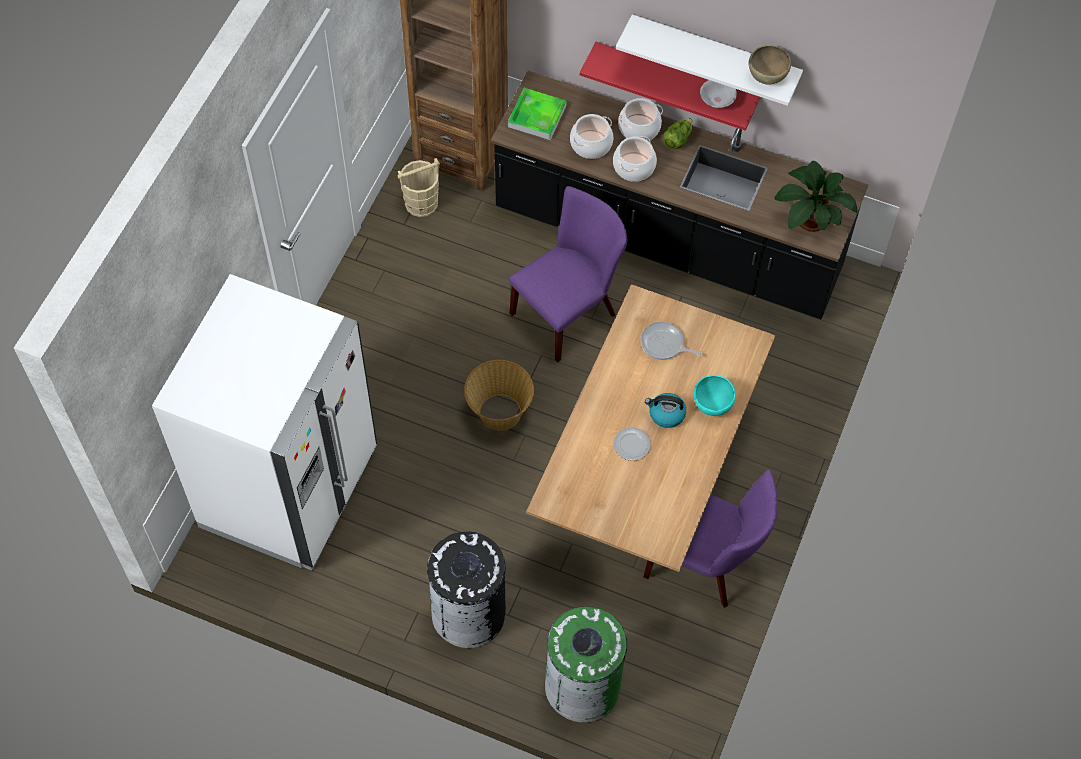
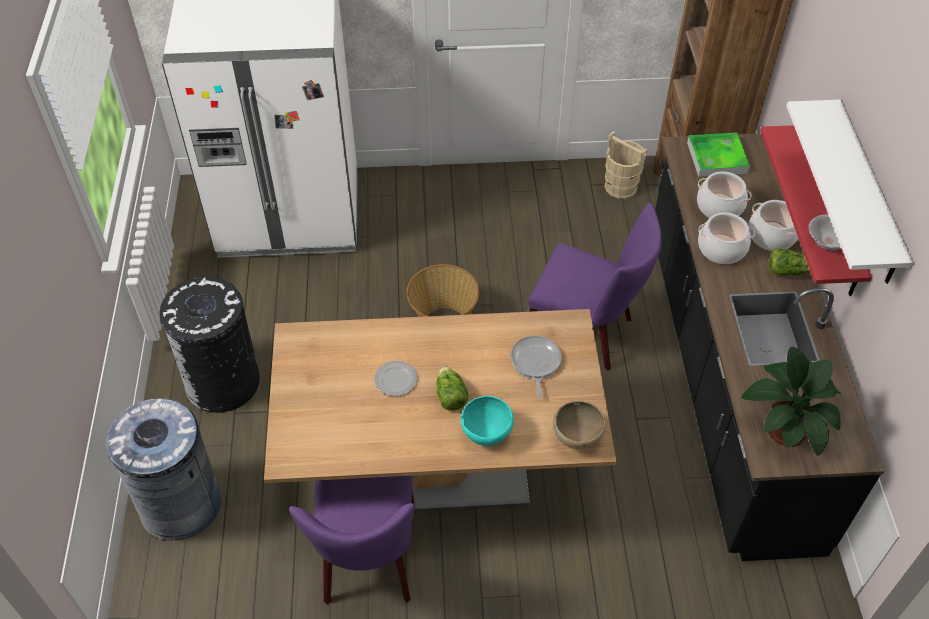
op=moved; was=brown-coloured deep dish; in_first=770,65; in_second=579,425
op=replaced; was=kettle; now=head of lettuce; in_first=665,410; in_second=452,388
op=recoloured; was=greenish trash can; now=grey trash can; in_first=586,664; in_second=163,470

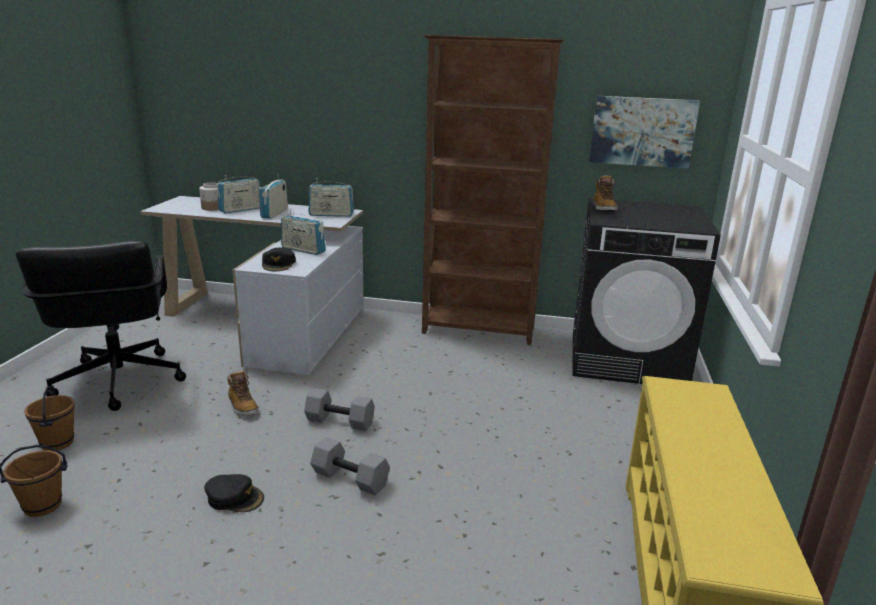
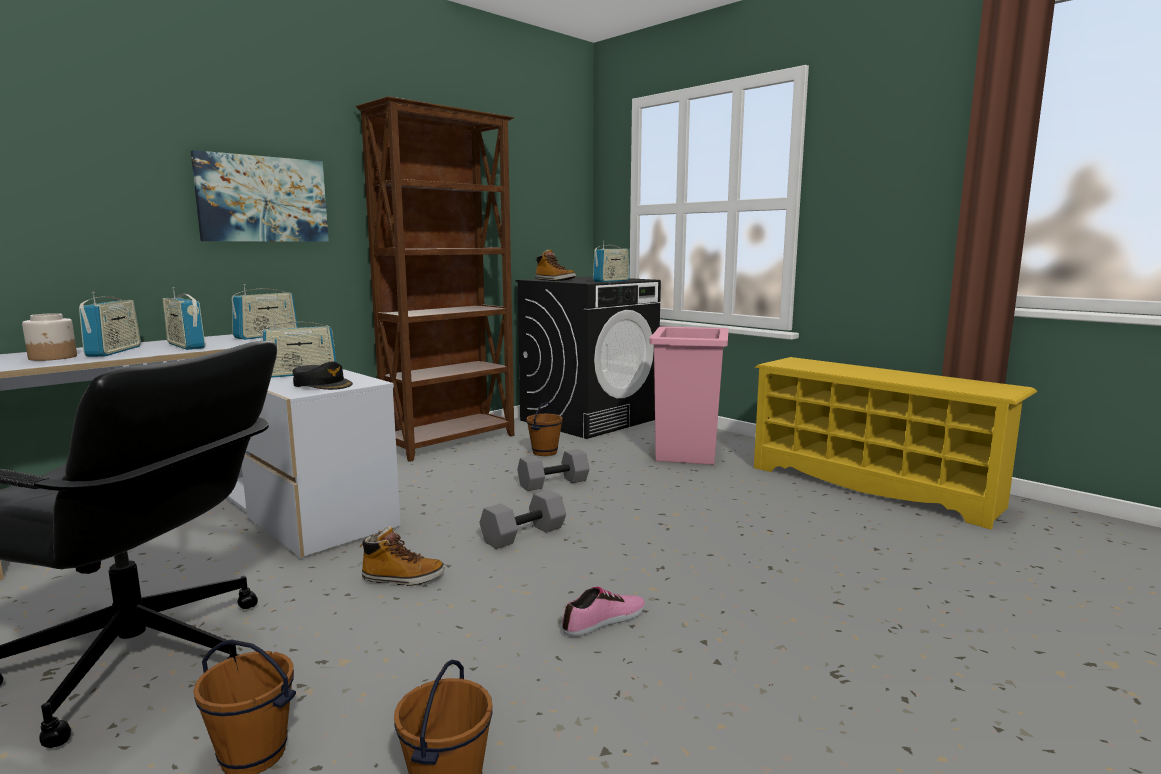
op=added; now=brown-coloured water bucket; in_second=544,429
op=added; now=radio receiver; in_second=611,261
op=added; now=pink-coloured trash can; in_second=688,395
op=moved; was=grey dumbbell; in_first=350,466; in_second=553,470
op=moved; was=wall picture; in_first=644,132; in_second=260,196
op=replaced; was=black-coloured baseball cap; now=shoe; in_first=234,493; in_second=604,612

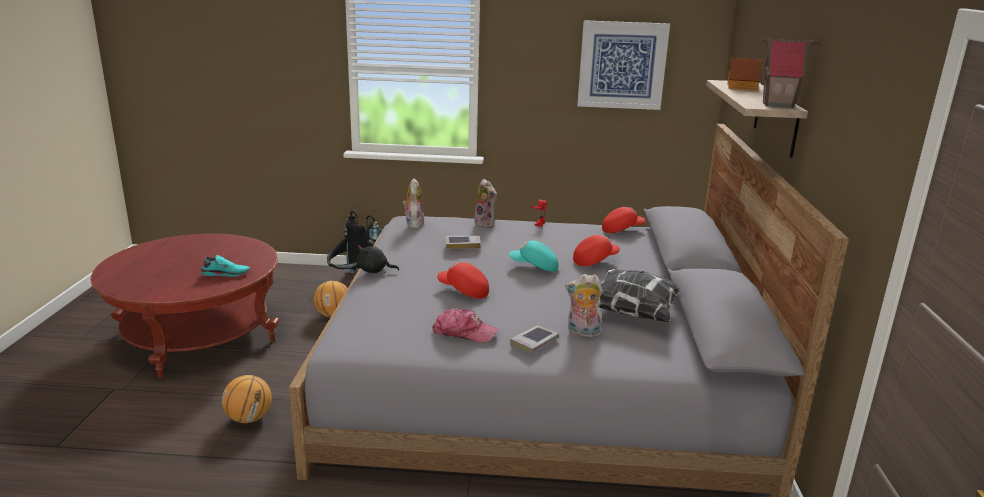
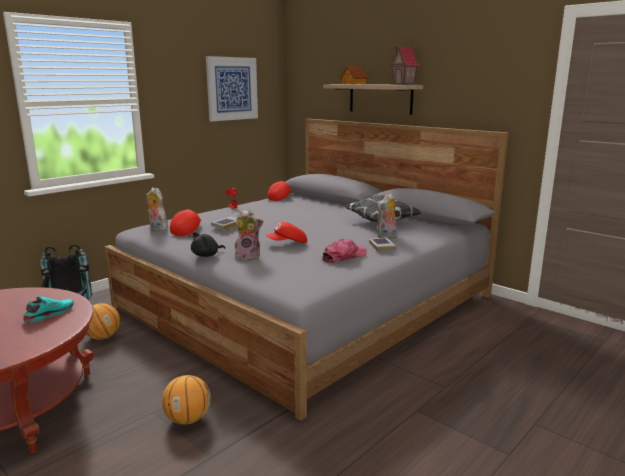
op=removed; was=blue-green baseball cap; in_first=533,256
op=moved; was=plush toy; in_first=485,203; in_second=249,235
op=moved; was=red-coloured baseball cap; in_first=596,250; in_second=185,222

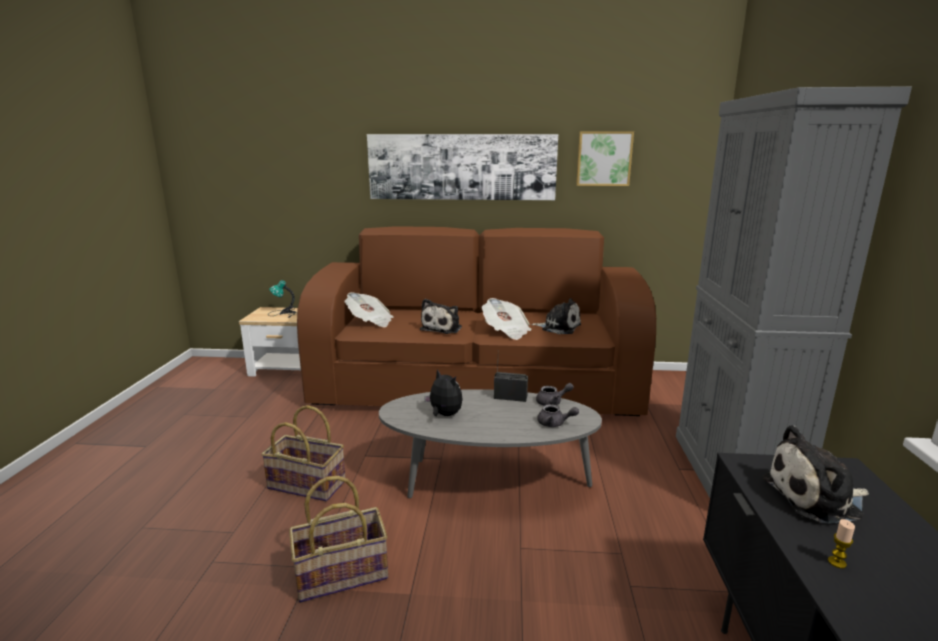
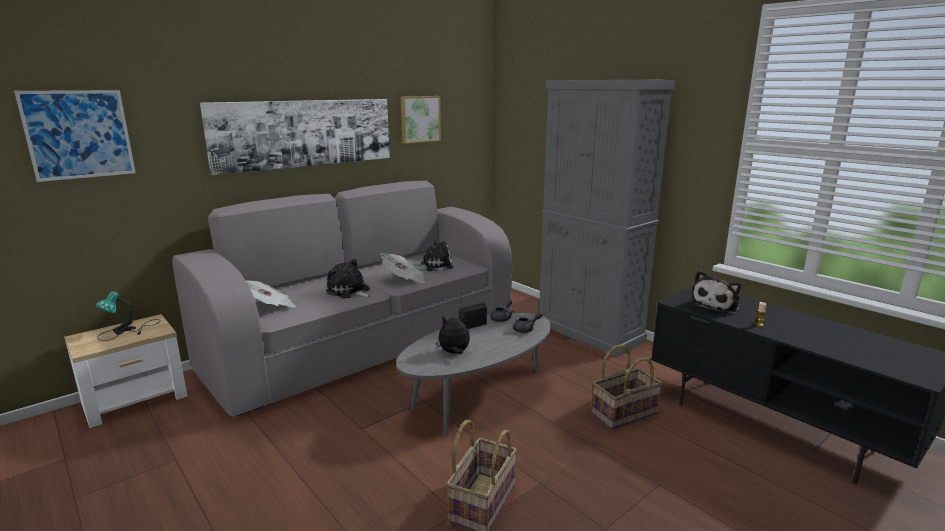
op=added; now=wall picture; in_second=75,136
op=moved; was=storage basket; in_first=303,453; in_second=626,386
op=recoloured; was=brown-coloured settee; now=grey settee; in_first=476,321; in_second=342,299
op=turned; was=plush toy; in_first=441,316; in_second=349,278; clockwise=150

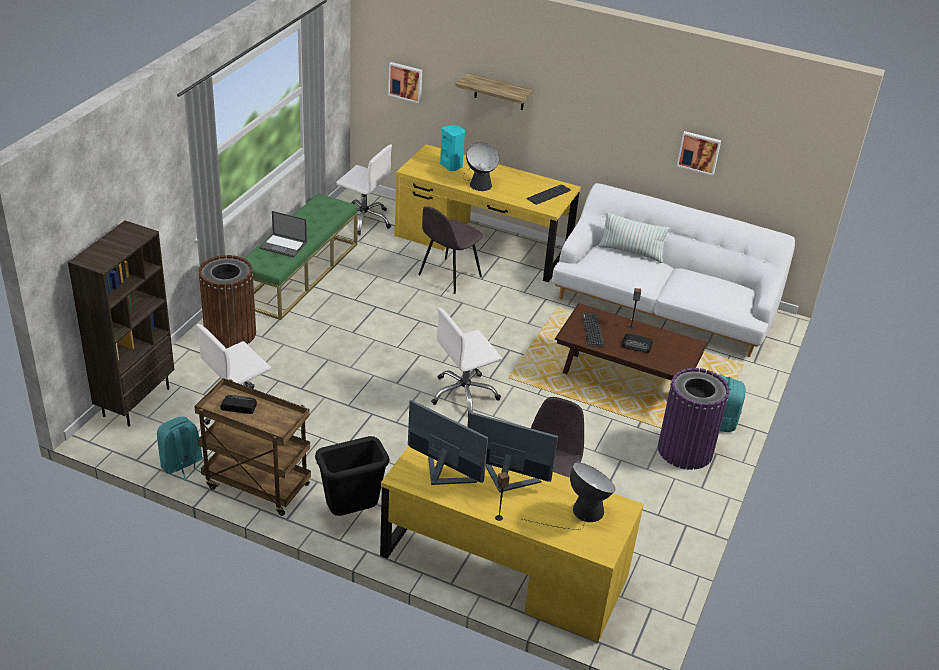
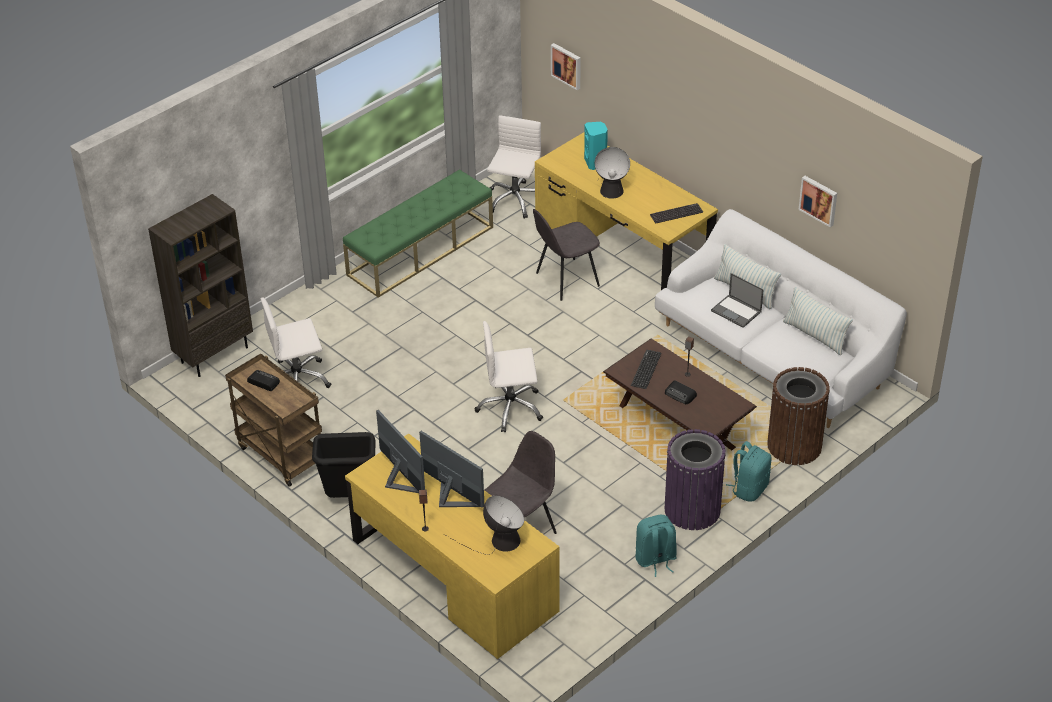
op=removed; was=wall shelf; in_first=494,91
op=added; now=cushion; in_second=818,321
op=moved; was=blue-green knapsack; in_first=180,448; in_second=656,546
op=moved; was=brown-coloured trash can; in_first=227,302; in_second=798,416
op=moved; was=notebook computer; in_first=283,234; in_second=737,300
op=turned; was=white-coloured office chair; in_first=364,189; in_second=514,167; clockwise=-120

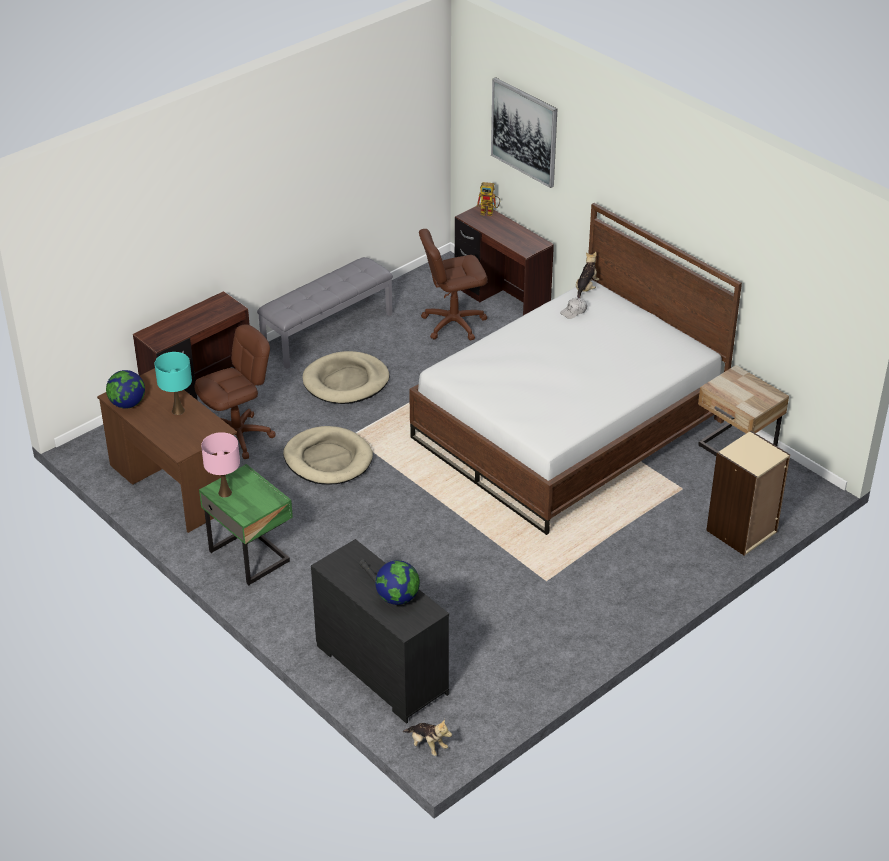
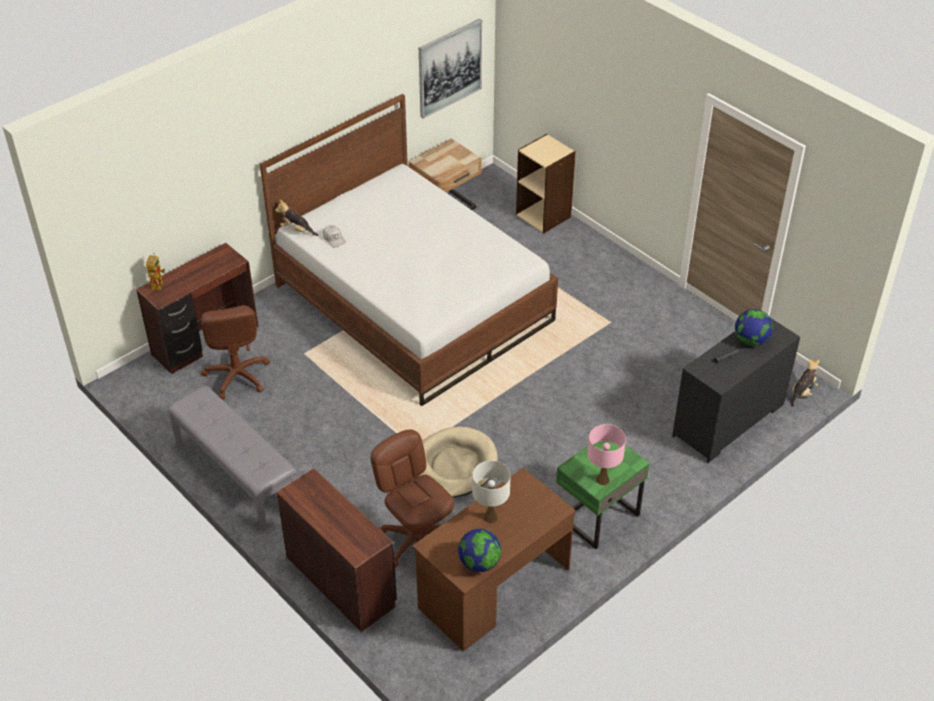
op=removed; was=beige-coloured pet bed; in_first=346,377
op=moved; was=wall picture; in_first=524,132; in_second=450,69
op=recoloured; was=blue-green tabletop lamp; now=white-coloured tabletop lamp; in_first=173,383; in_second=491,492

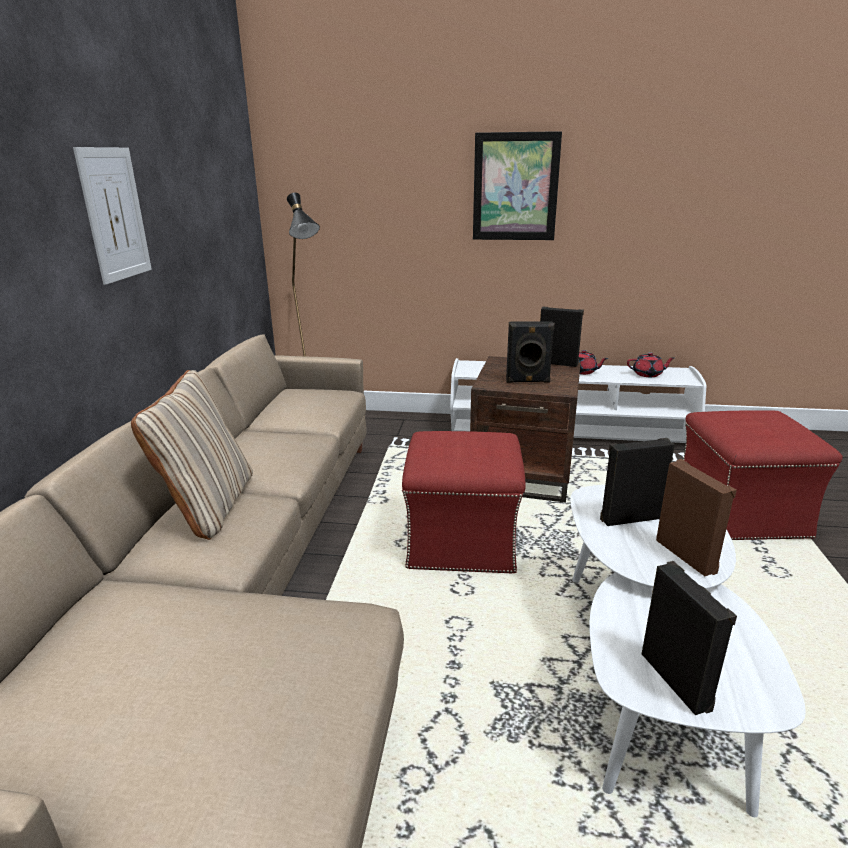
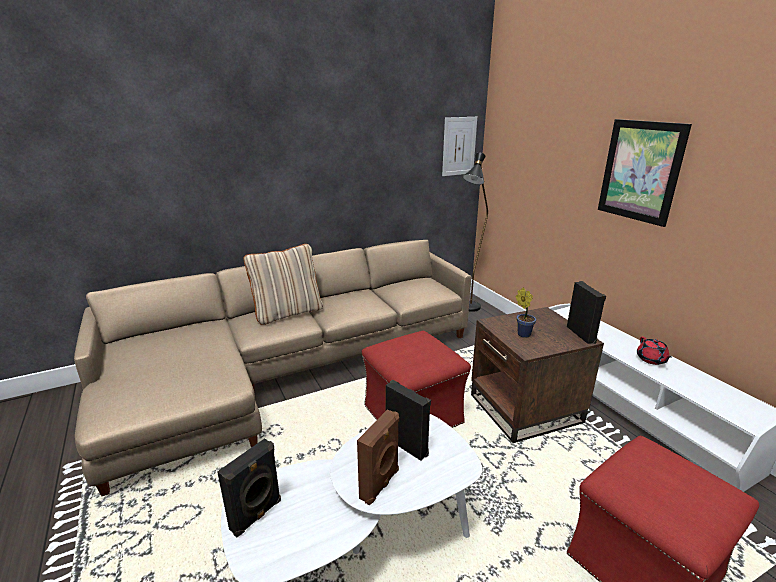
op=removed; was=red-coloured tea pot; in_first=650,364
op=moved; was=wall picture; in_first=112,216; in_second=459,146
op=replaced; was=black-coloured audio speaker; now=potted plant; in_first=530,352; in_second=526,313

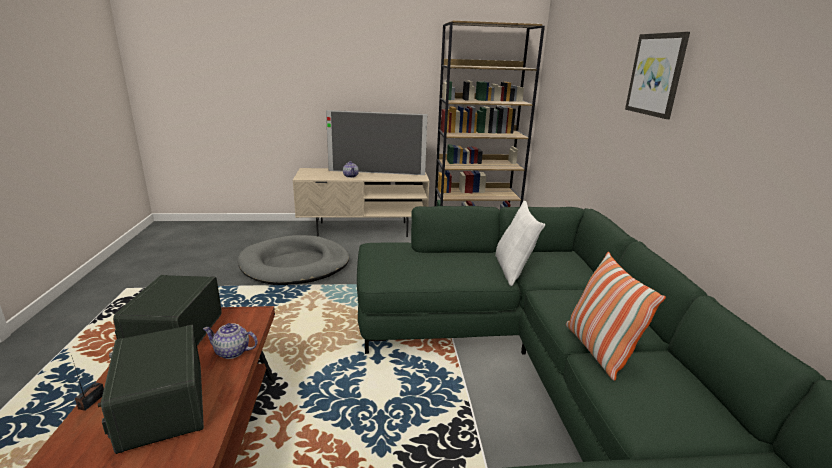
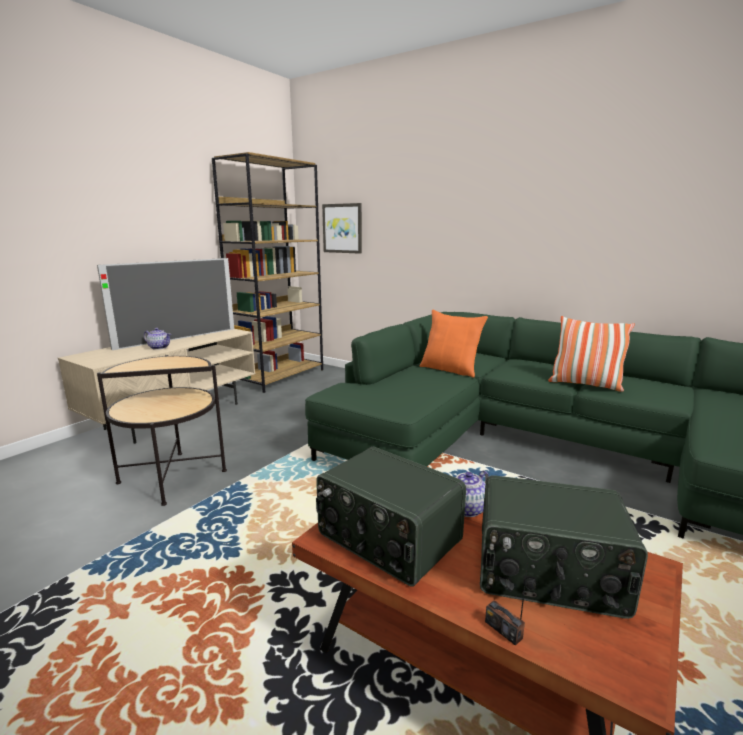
op=moved; was=wall picture; in_first=657,75; in_second=342,228
op=replaced; was=grey pet bed; now=side table; in_first=293,260; in_second=162,430
op=recoloured; was=white-coloured cushion; now=orangey cushion; in_first=520,243; in_second=454,344

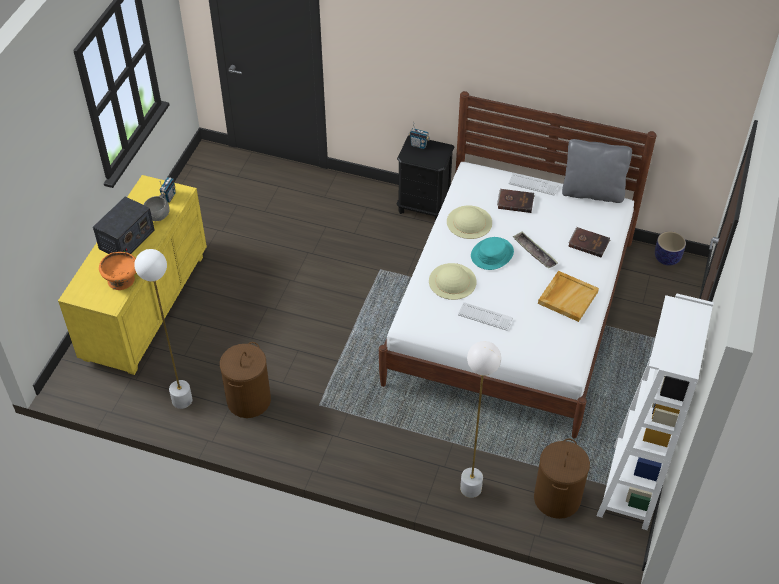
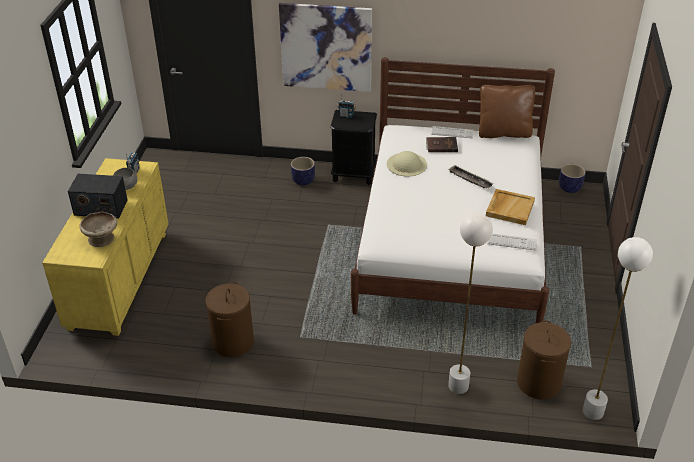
op=removed; was=beige-coloured wearable hat; in_first=452,281
op=removed; was=blue-green wearable hat; in_first=492,253
op=removed; was=brown-coloured book; in_first=589,242
op=removed; was=white-coloured shelving unit; in_first=655,412
op=added; now=wall picture; in_second=325,47
op=added; now=plant pot; in_second=303,171
op=moved; was=white-coloured standing lamp; in_first=163,329; in_second=618,328
op=moved; was=keyboard; in_first=485,316; in_second=512,242
op=recoloured; was=orangey deep dish; now=beige-coloured deep dish; in_first=117,271; in_second=98,229
op=recoloured; was=grey cushion; now=brown-coloured cushion; in_first=597,171; in_second=507,111
op=turned; was=radio receiver; in_first=124,225; in_second=98,196; clockwise=75

